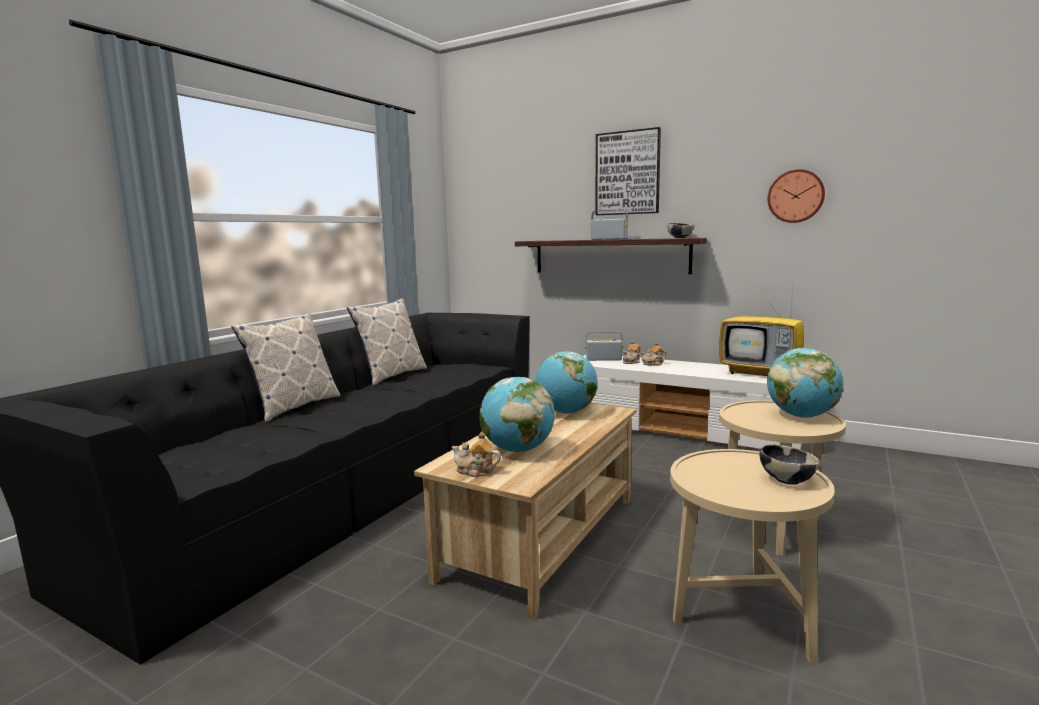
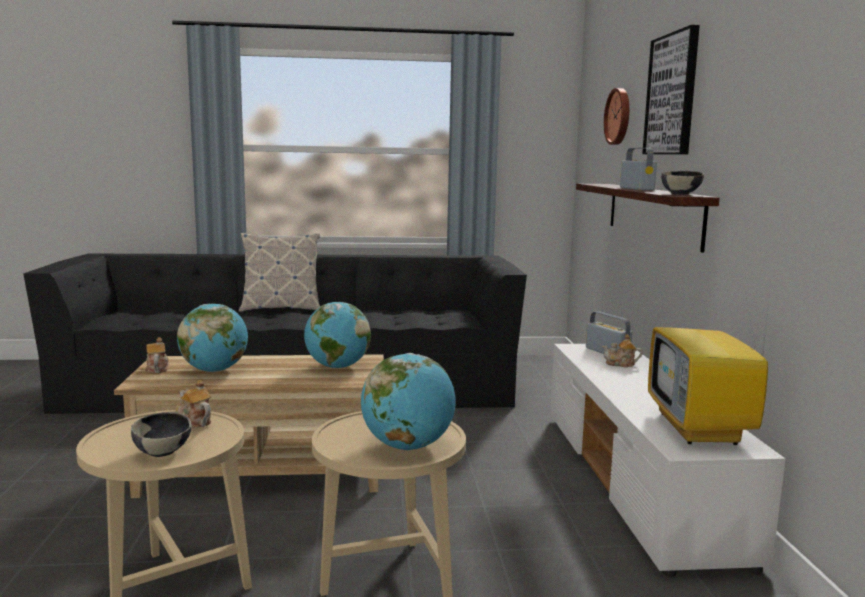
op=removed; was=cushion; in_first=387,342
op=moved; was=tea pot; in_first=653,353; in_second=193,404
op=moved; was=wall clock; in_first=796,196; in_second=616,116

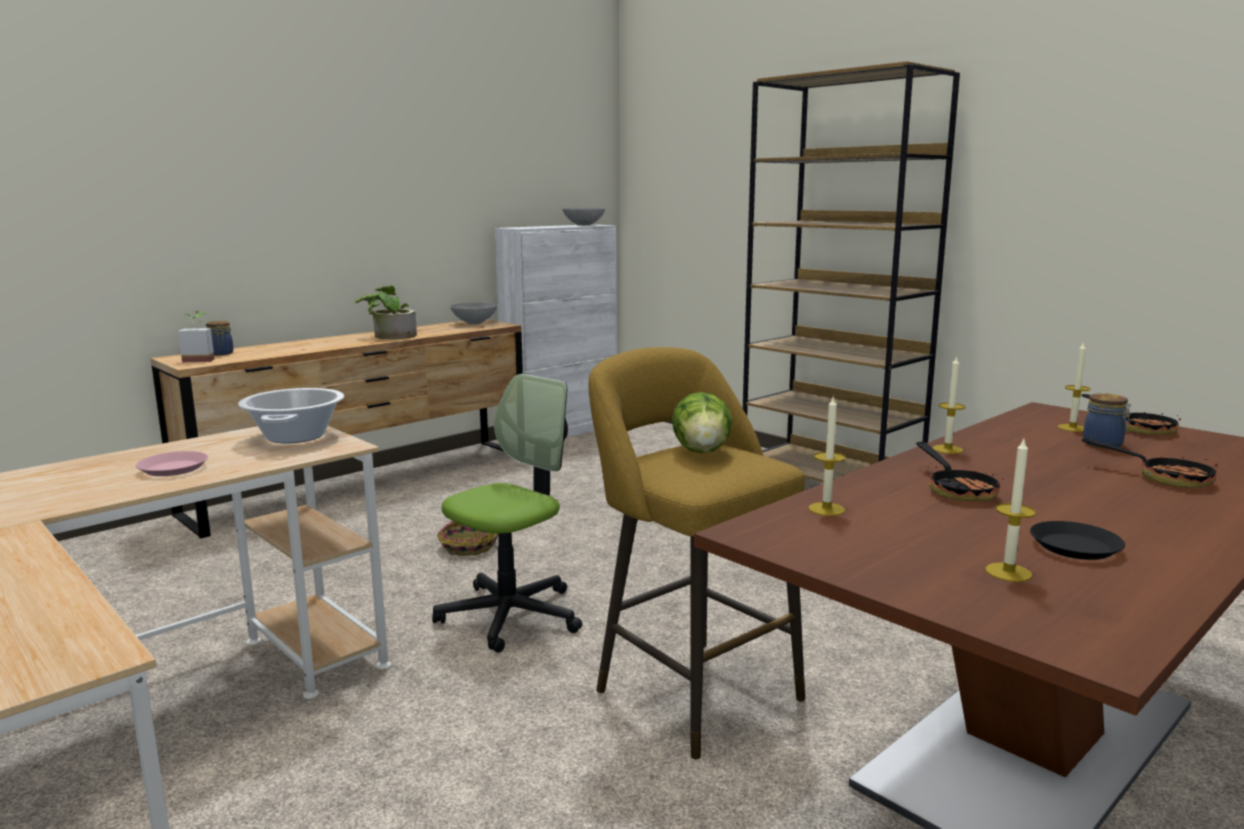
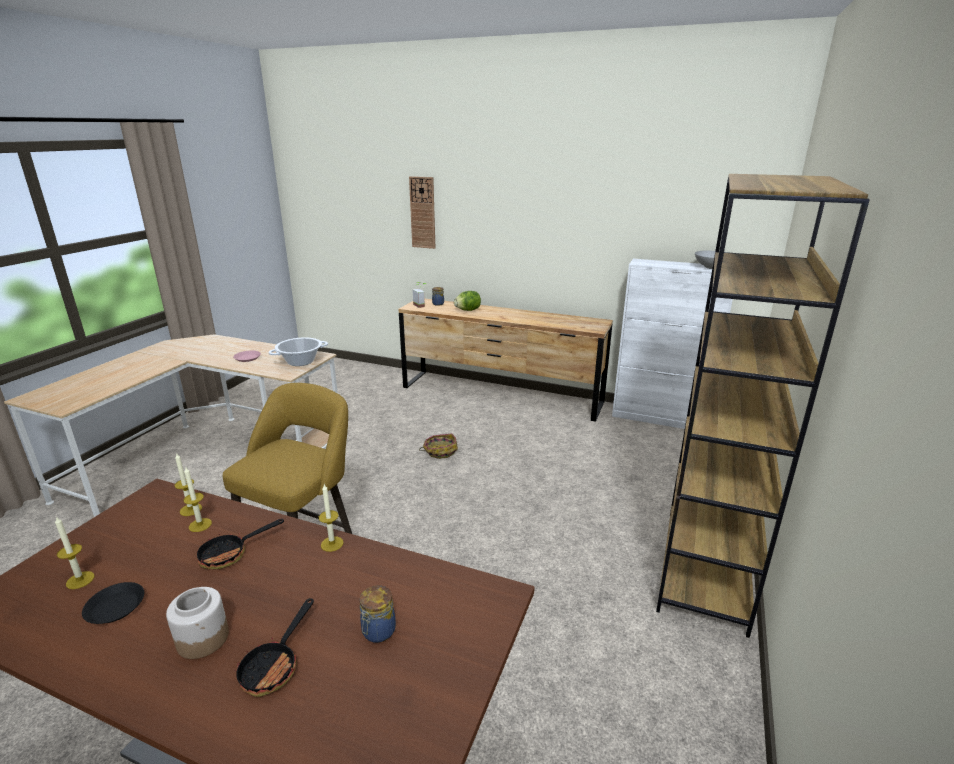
op=removed; was=potted plant; in_first=385,313
op=removed; was=office chair; in_first=507,513
op=removed; was=grey deep dish; in_first=474,313
op=removed; was=pan; in_first=1131,414
op=added; now=jar; in_second=197,623
op=added; now=wall clock; in_second=422,212
op=moved; was=head of lettuce; in_first=702,422; in_second=467,301
op=moved; was=wax light; in_first=1074,386; in_second=197,500

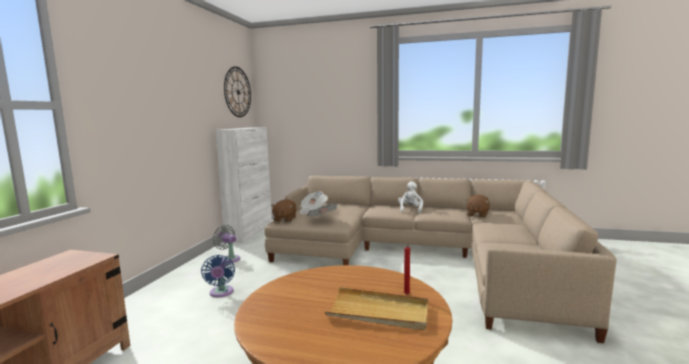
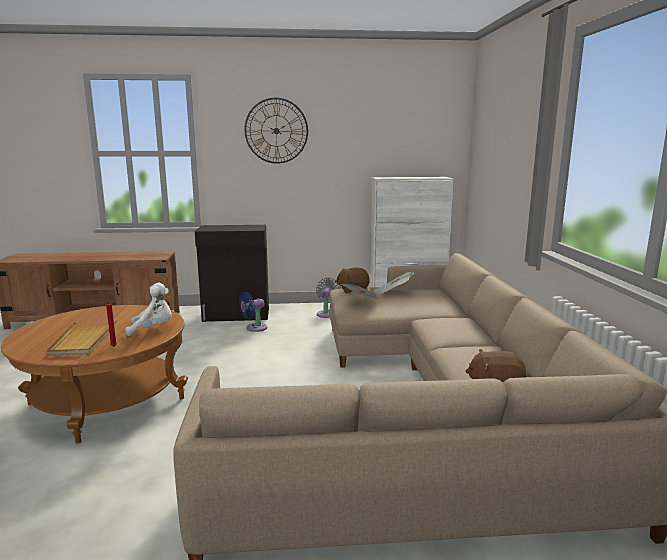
op=added; now=black-coloured cupboard; in_second=232,273
op=moved; was=wall clock; in_first=237,91; in_second=276,131
op=moved; was=white-coloured plush toy; in_first=410,197; in_second=148,309

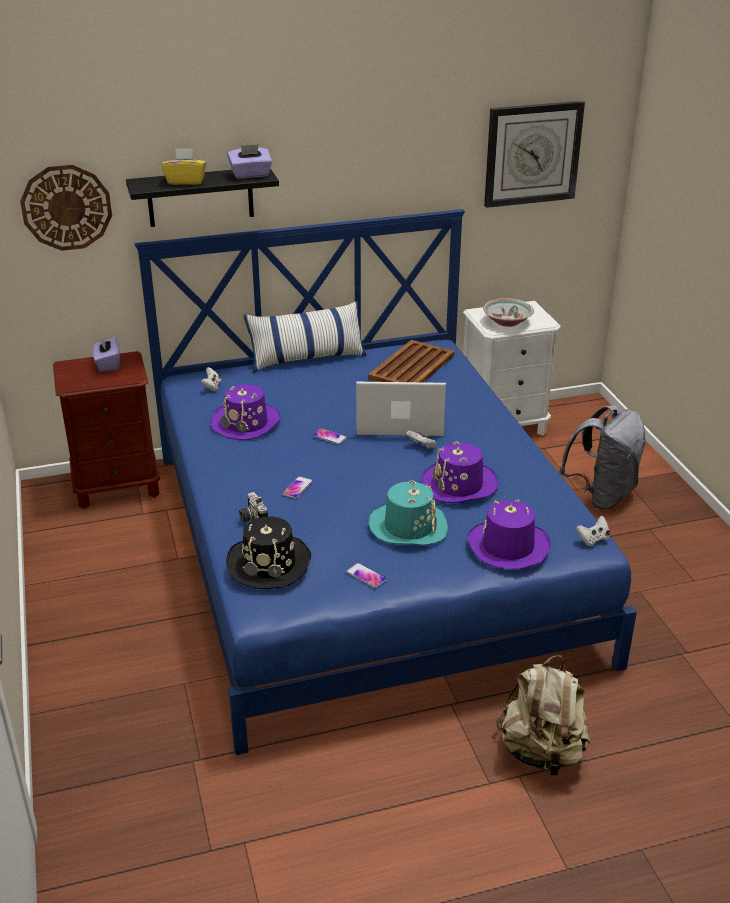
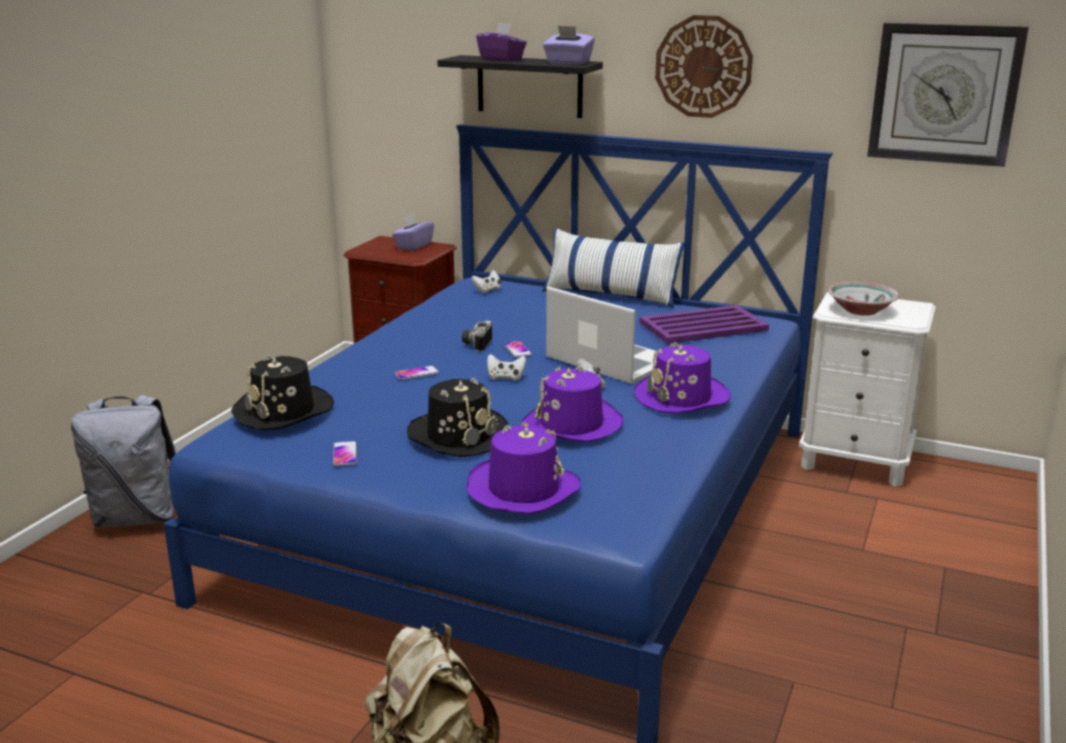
op=moved; was=wall clock; in_first=66,208; in_second=704,66
op=moved; was=purplish wearable hat; in_first=245,412; in_second=682,378
op=moved; was=photo camera; in_first=253,507; in_second=477,336
op=moved; was=grey knapsack; in_first=602,457; in_second=123,461
op=moved; was=white-coloured gamepad; in_first=593,531; in_second=506,367
op=recoloured; was=yellow box of tissues; now=purplish box of tissues; in_first=184,166; in_second=501,42
op=recoloured; was=brown-coloured tray; now=purplish tray; in_first=411,361; in_second=704,324
op=recoloured; was=blue-green wearable hat; now=black-coloured wearable hat; in_first=408,512; in_second=458,417

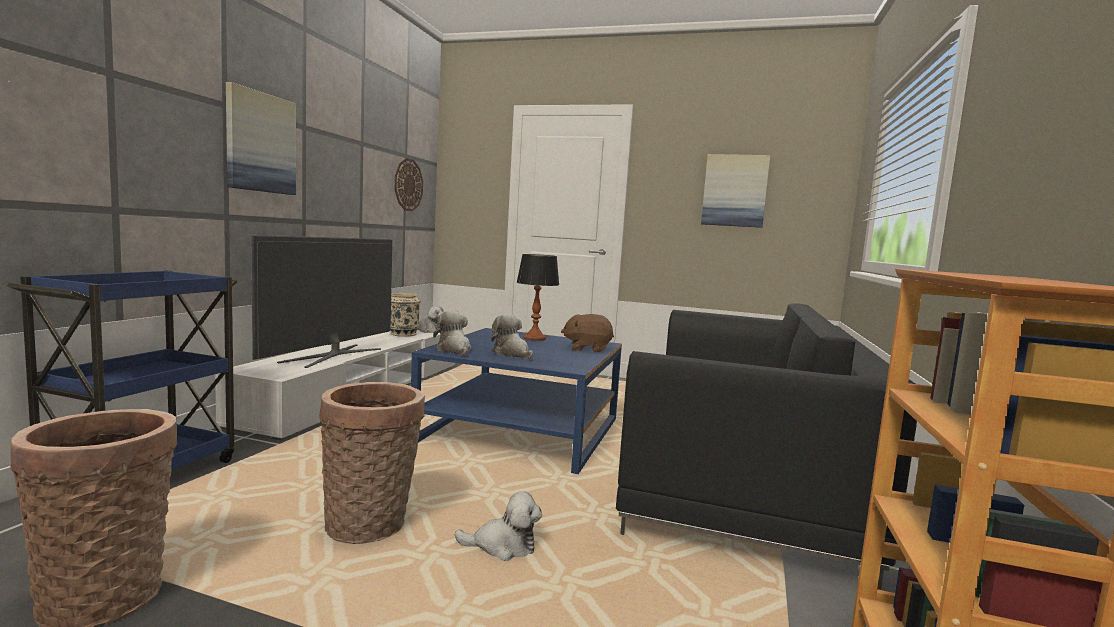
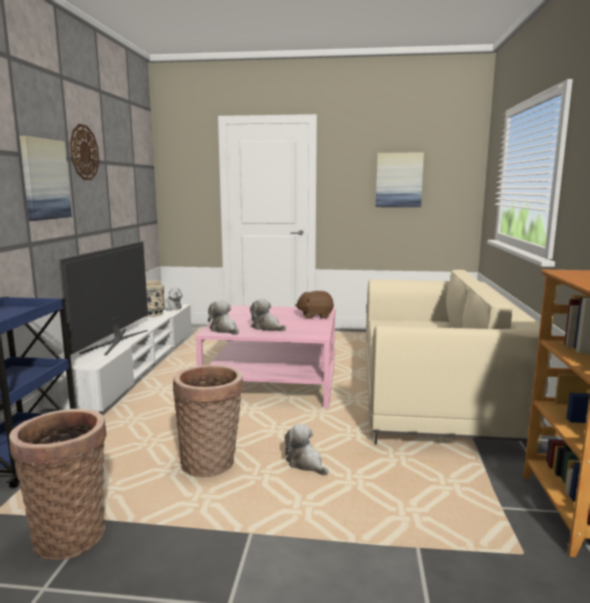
op=removed; was=tabletop lamp; in_first=538,297
op=moved; was=wall clock; in_first=409,184; in_second=84,152
op=recoloured; was=blue coffee table; now=pink-coloured coffee table; in_first=516,401; in_second=265,356
op=recoloured; was=black-coloured settee; now=beige-coloured settee; in_first=766,446; in_second=459,357
op=turned; was=plush toy; in_first=498,526; in_second=306,449; clockwise=-120

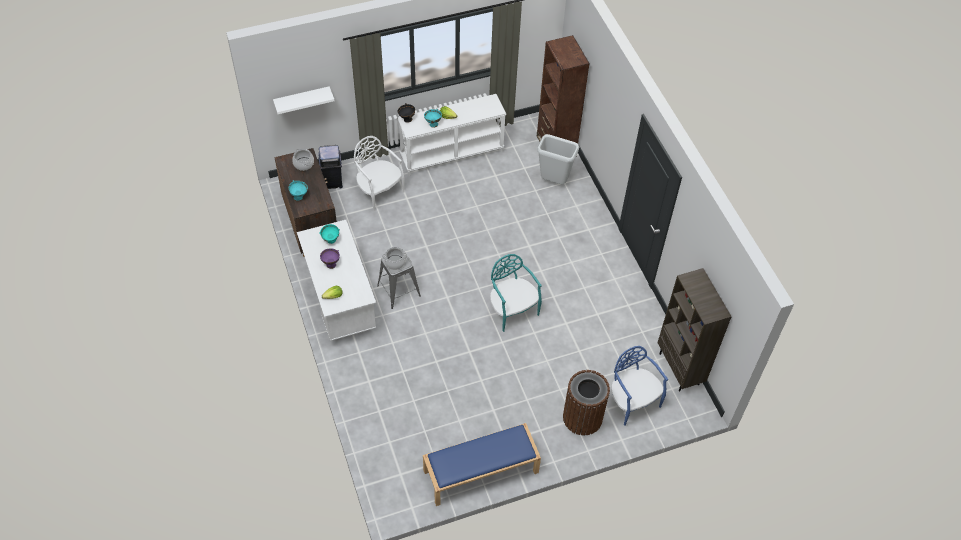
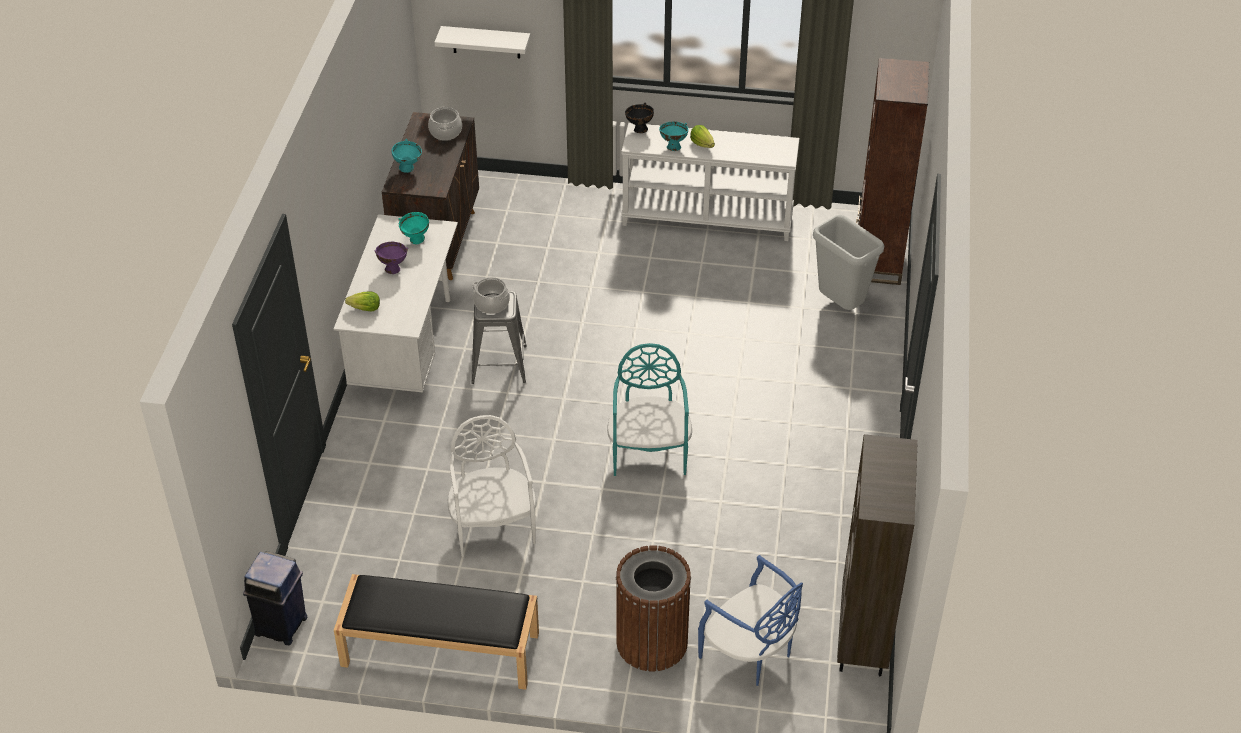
op=moved; was=blue trash can; in_first=330,167; in_second=275,598
op=moved; was=white-coloured plain chair; in_first=379,173; in_second=492,486
op=recoloured; was=blue bench; now=black-coloured bench; in_first=482,464; in_second=436,632
op=turned; was=blue plain chair; in_first=639,386; in_second=750,620; clockwise=135

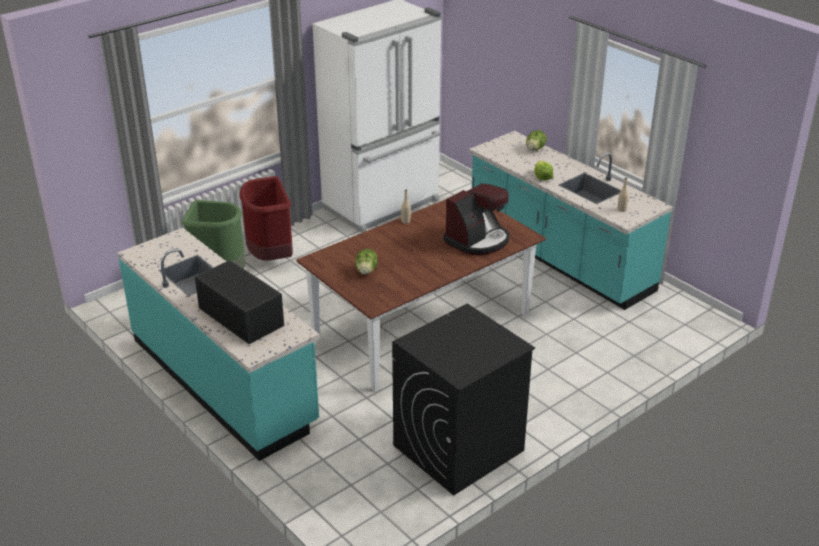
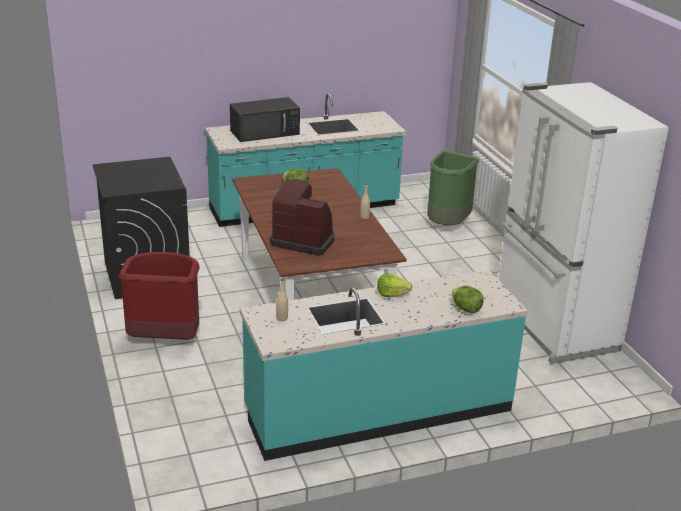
op=moved; was=red-coloured trash can; in_first=266,218; in_second=159,296
op=turned; was=coffee maker; in_first=476,219; in_second=302,217; clockwise=135

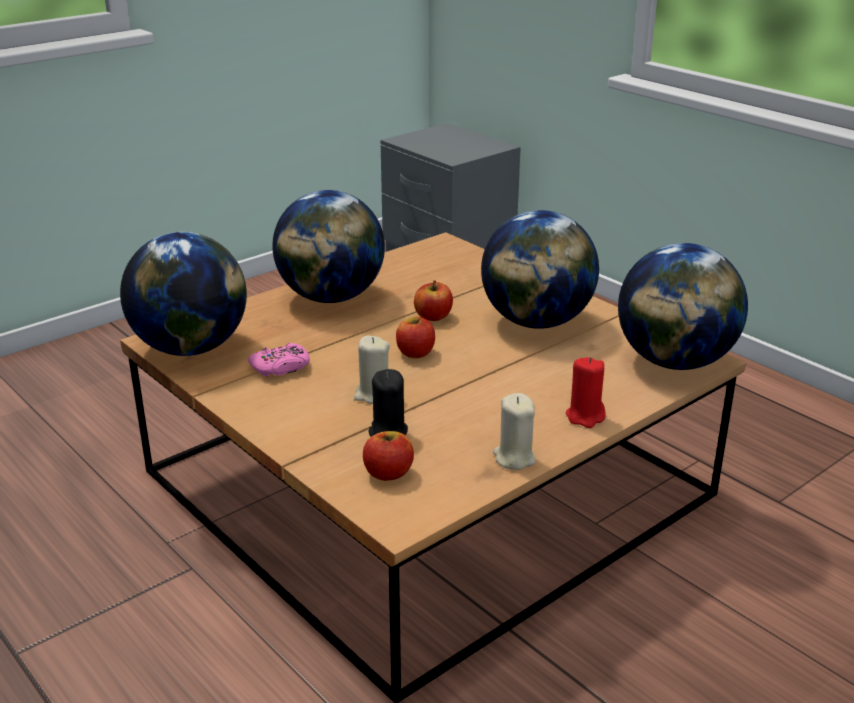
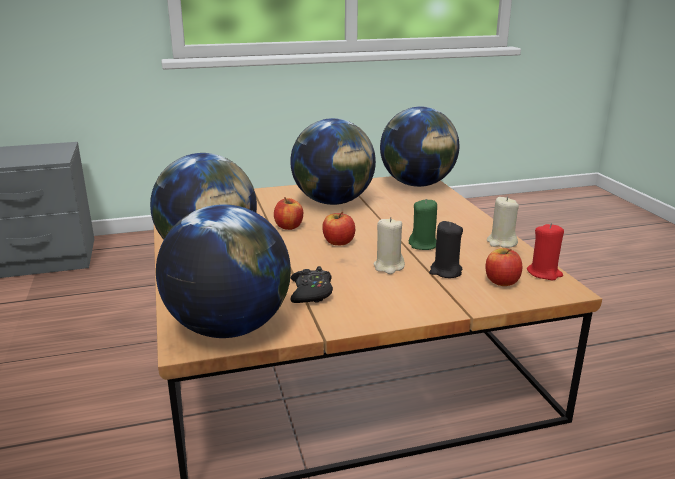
op=added; now=greenish wax light; in_second=423,224
op=moved; was=red-coloured wax light; in_first=586,392; in_second=545,251
op=recoloured; was=pink-coloured gamepad; now=black-coloured gamepad; in_first=279,360; in_second=311,284

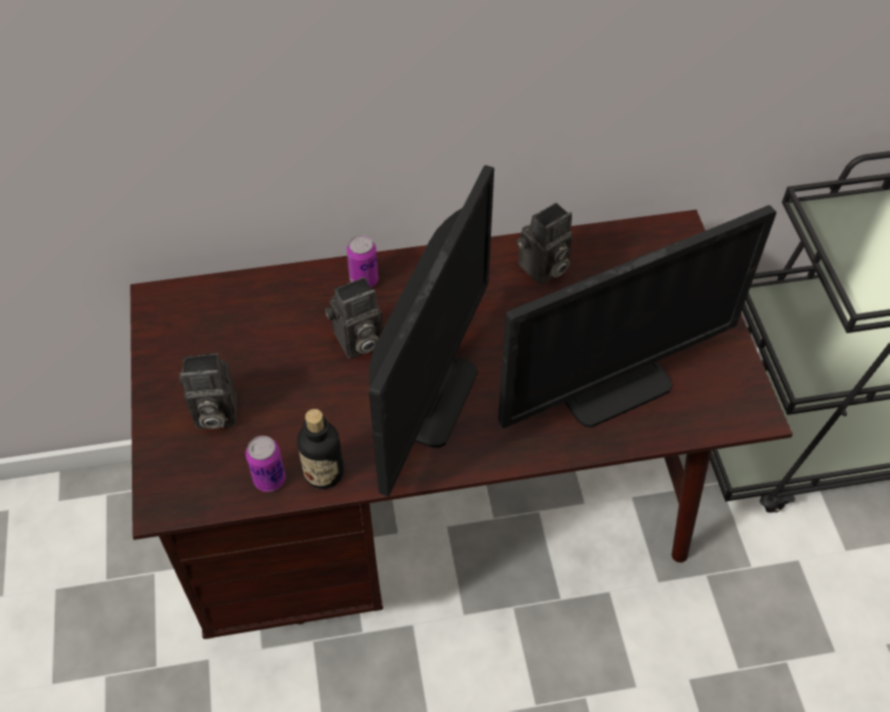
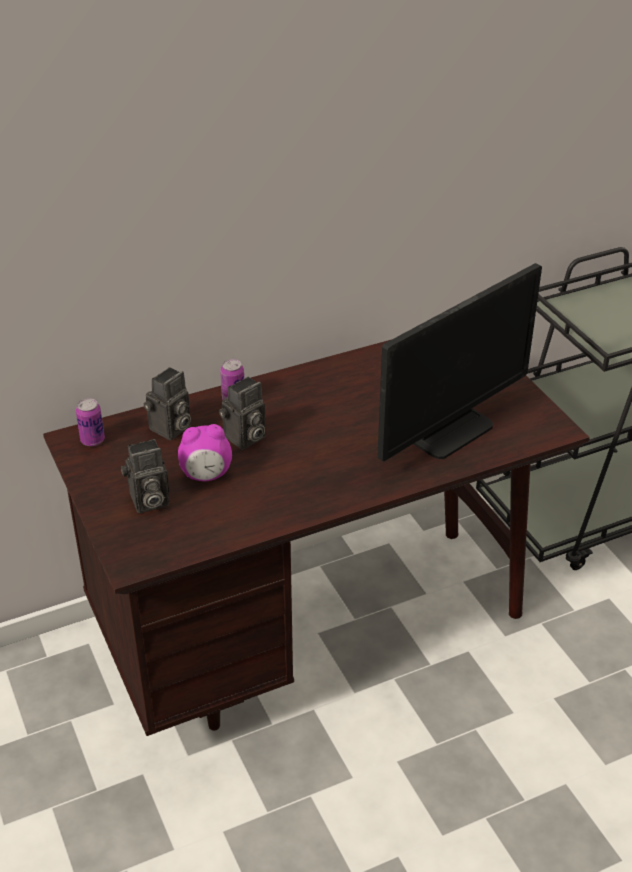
op=removed; was=drink bottle; in_first=320,449
op=removed; was=monitor; in_first=431,331
op=added; now=table clock; in_second=205,452
op=moved; was=sealed can; in_first=266,464; in_second=90,422
op=moved; was=photo camera; in_first=545,243; in_second=167,403

